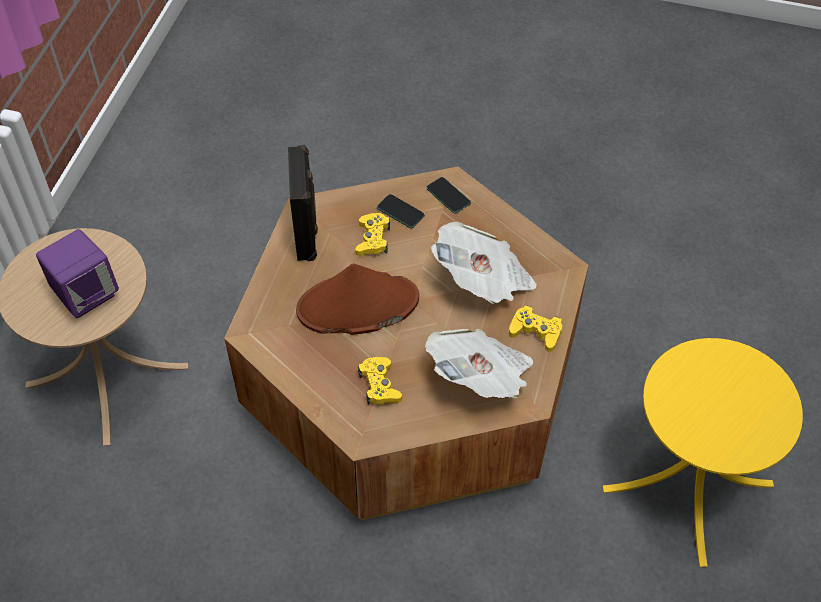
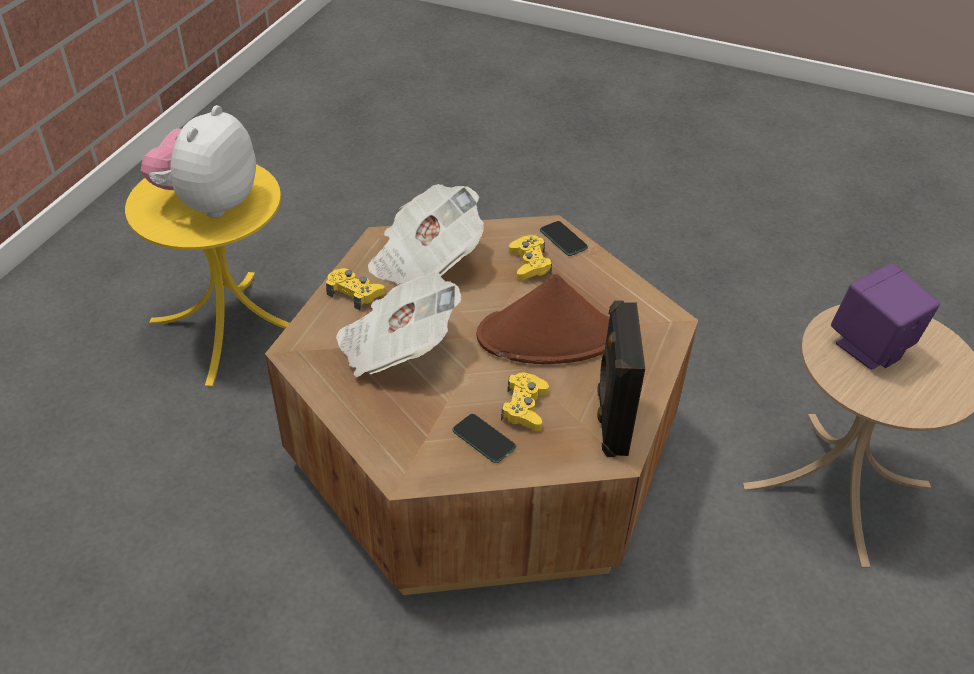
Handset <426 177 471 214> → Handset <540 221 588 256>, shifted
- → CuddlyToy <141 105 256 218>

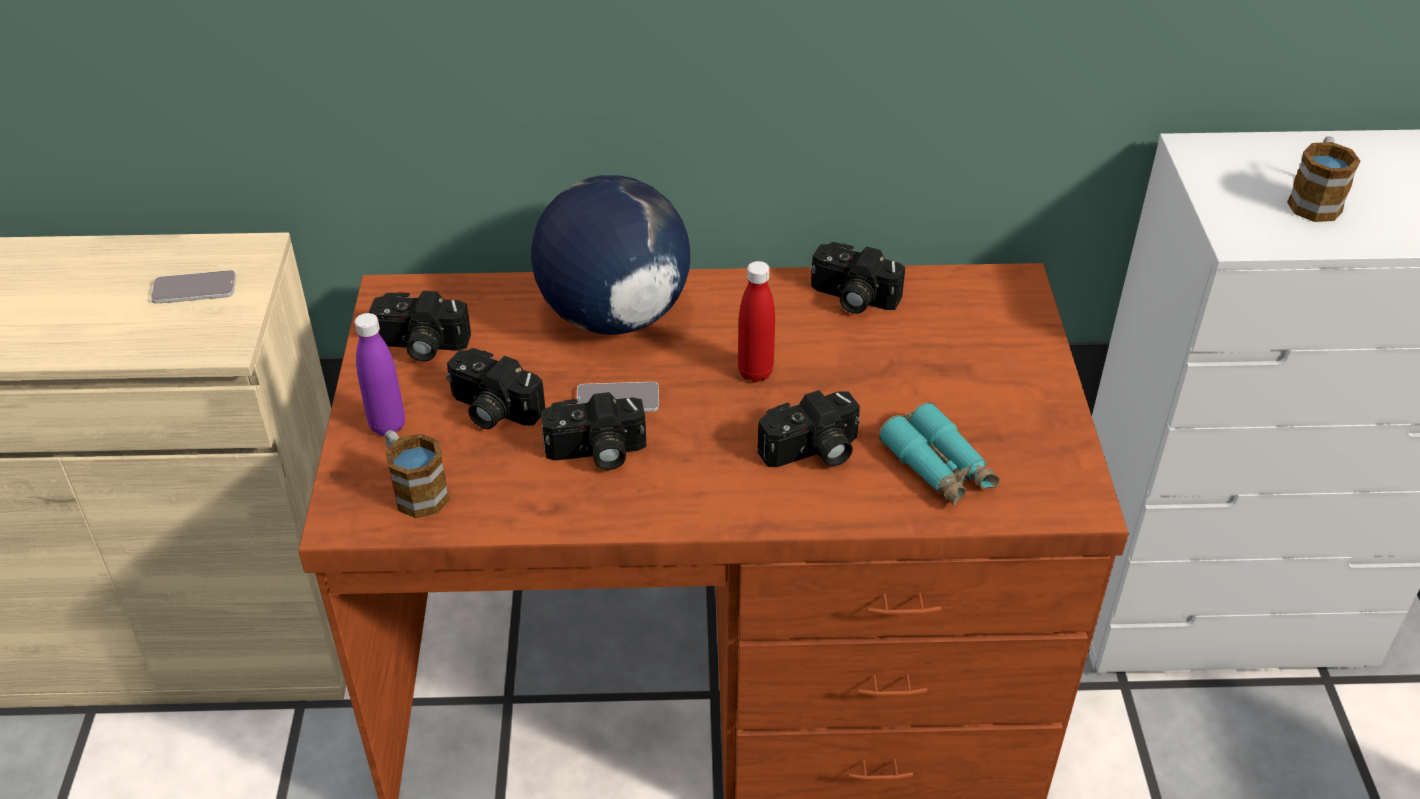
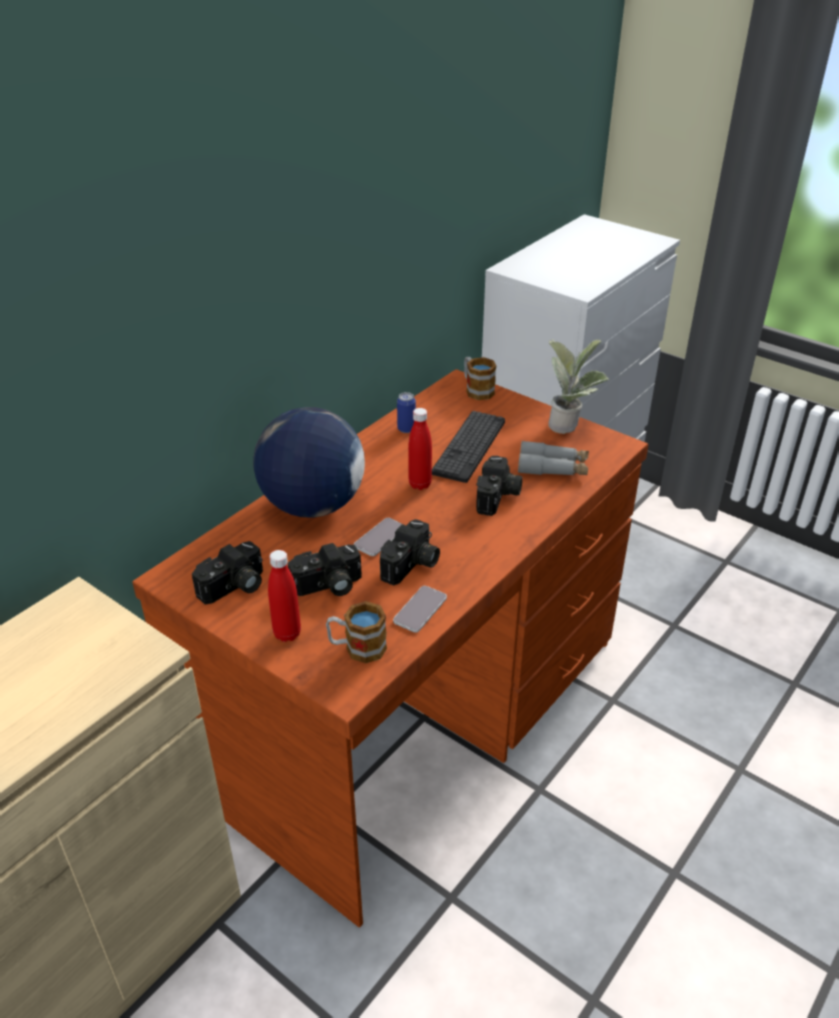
TeaMug <1287 137 1361 222> → TeaMug <464 357 496 400>, shifted
StillCamera <811 242 905 314> → MetalCan <397 392 416 433>
Handset <151 270 236 304> → Handset <393 586 447 633>, shifted
PurpleColouredBeverageBottle <354 313 405 436> → RedBeverageBottle <268 550 301 642>
BlueGreenBinoculars <879 403 1000 506> → GreyishBinoculars <518 441 589 475>
- → PlantInAPot <548 338 609 434>
- → PcKeyboard <432 411 505 483>

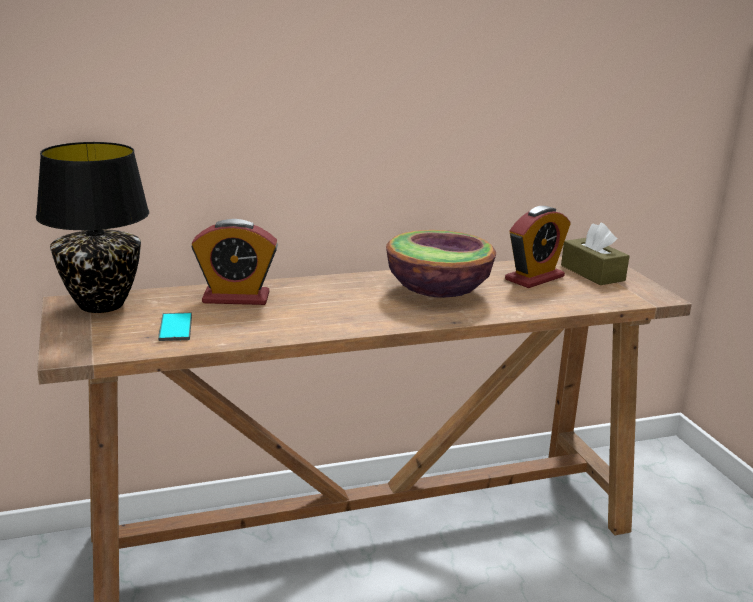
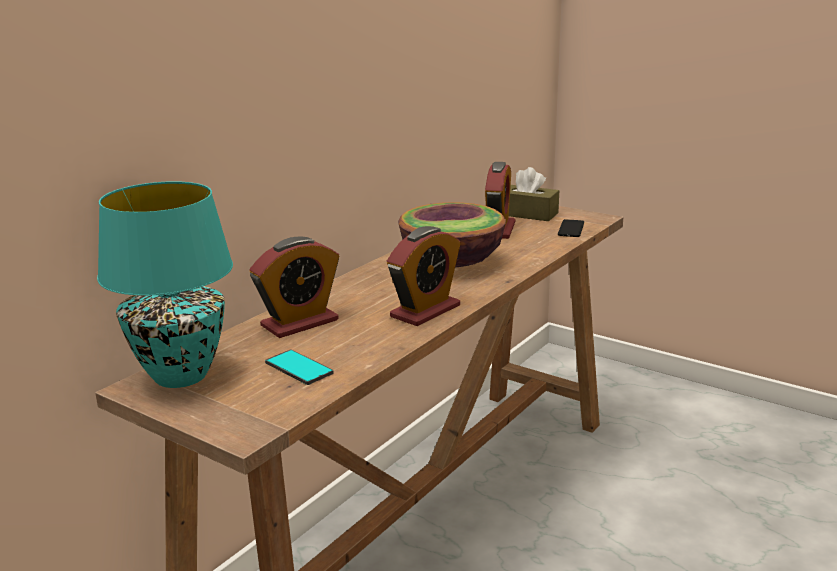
BlackishTabletopLamp <36 142 149 313> → BlueGreenTabletopLamp <97 181 233 388>
- → Handset <558 219 584 237>
- → BedsideClock <387 226 461 326>

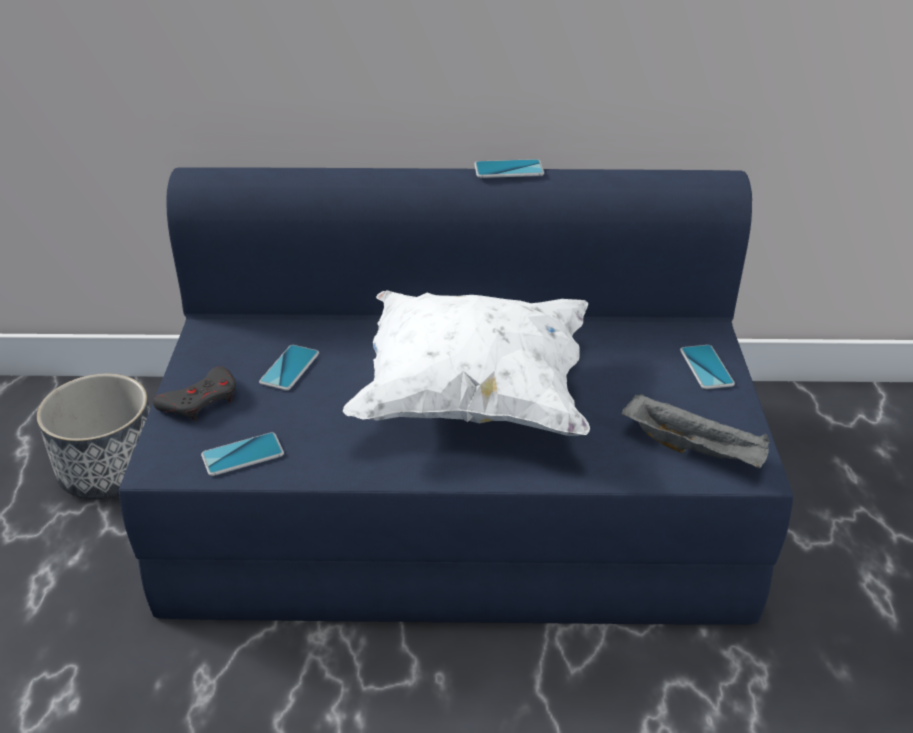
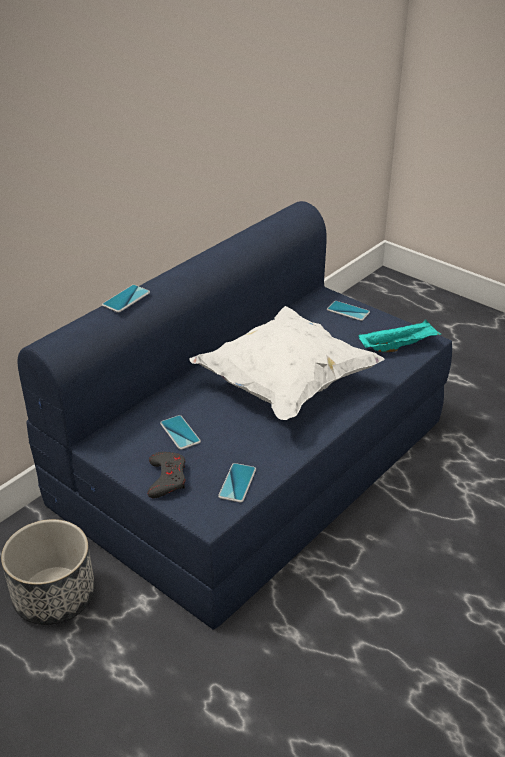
Handset <474 159 544 178> → Handset <102 285 150 313>, shifted
GreyishServingTray <622 393 770 468> → BlueGreenServingTray <358 320 441 352>

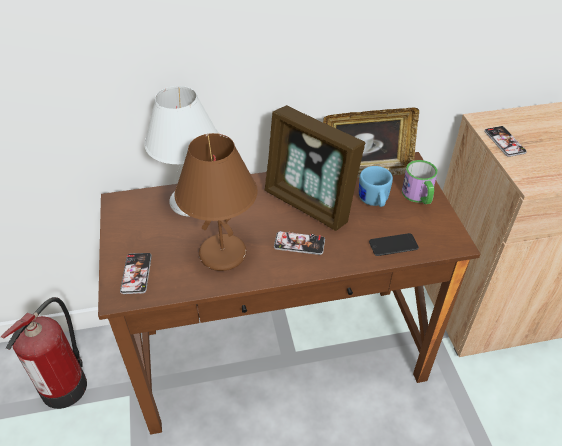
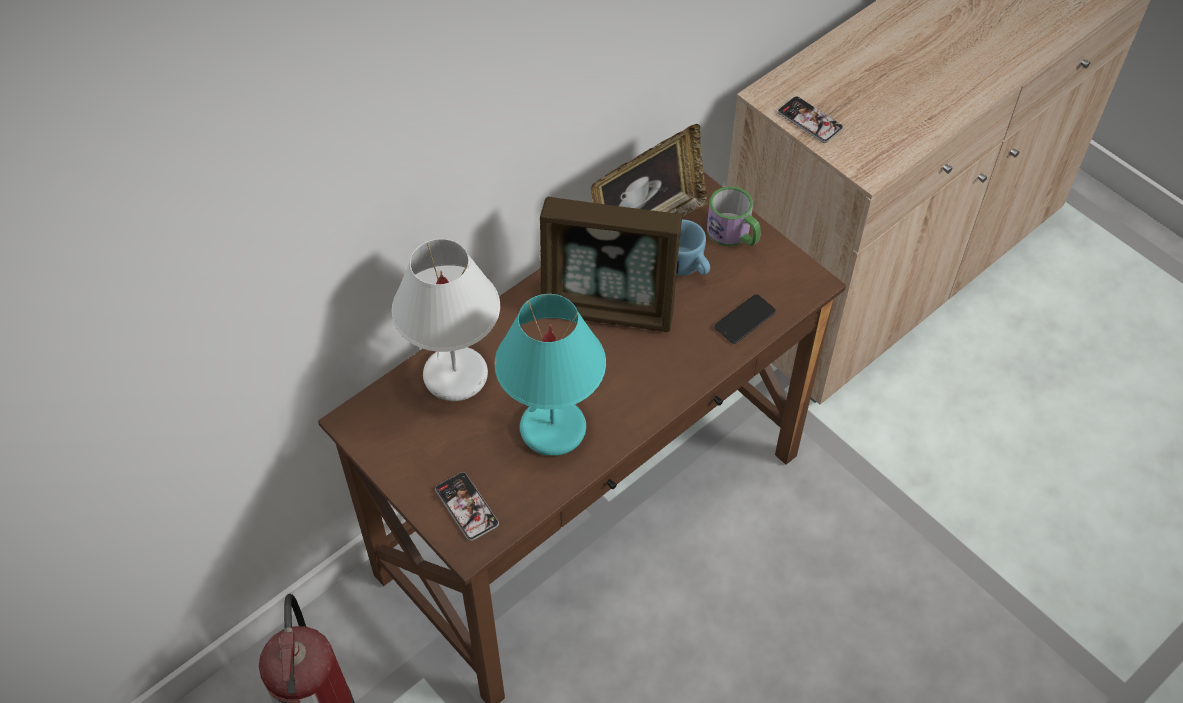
BrownTabletopLamp <175 133 258 271> → BlueGreenTabletopLamp <494 294 606 456>
Handset <274 231 325 255> → -

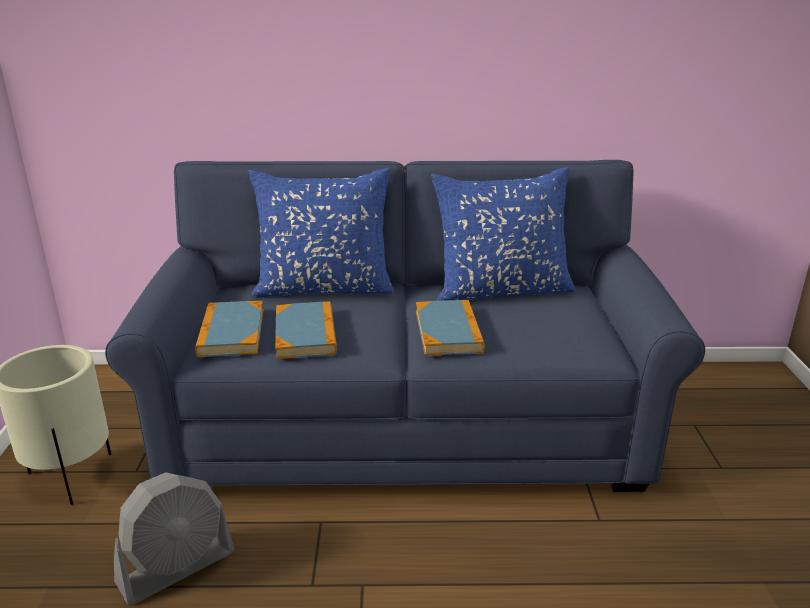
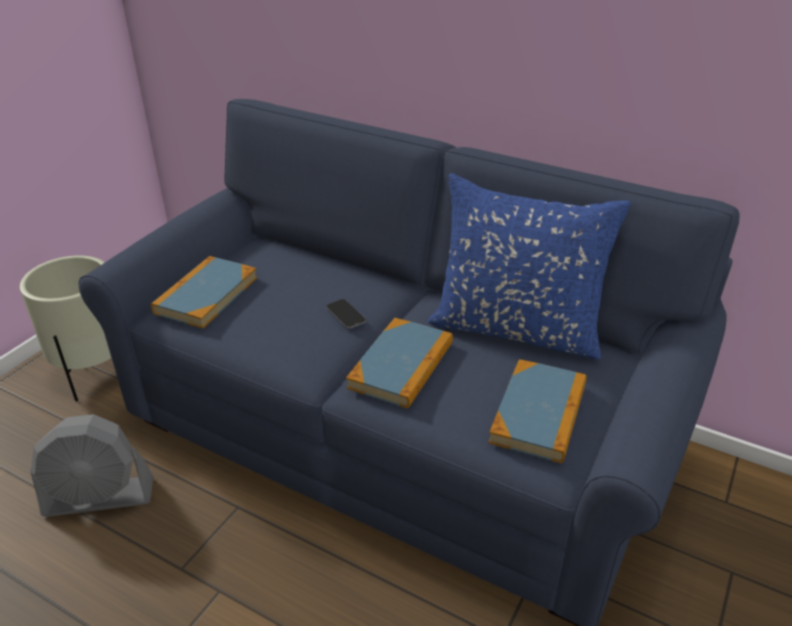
BlueColouredPillow <248 168 394 297> → -
Book <275 301 337 359> → Book <488 359 587 463>, shifted
- → Handset <326 299 366 329>

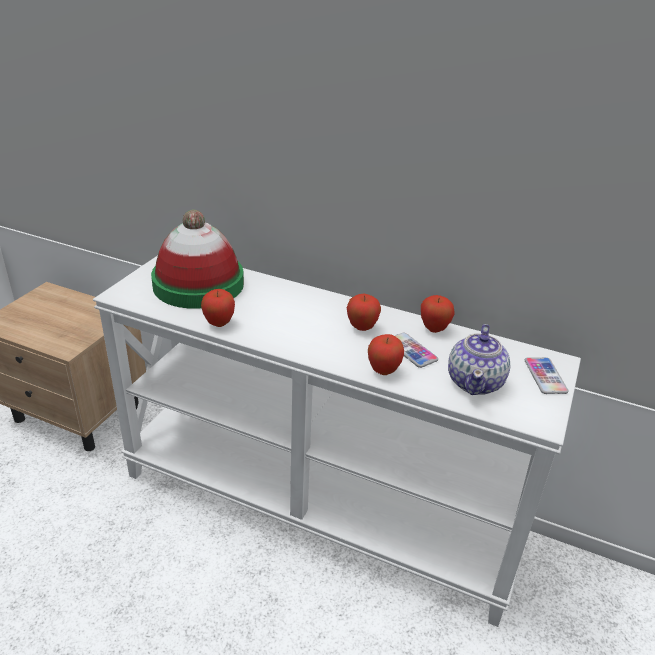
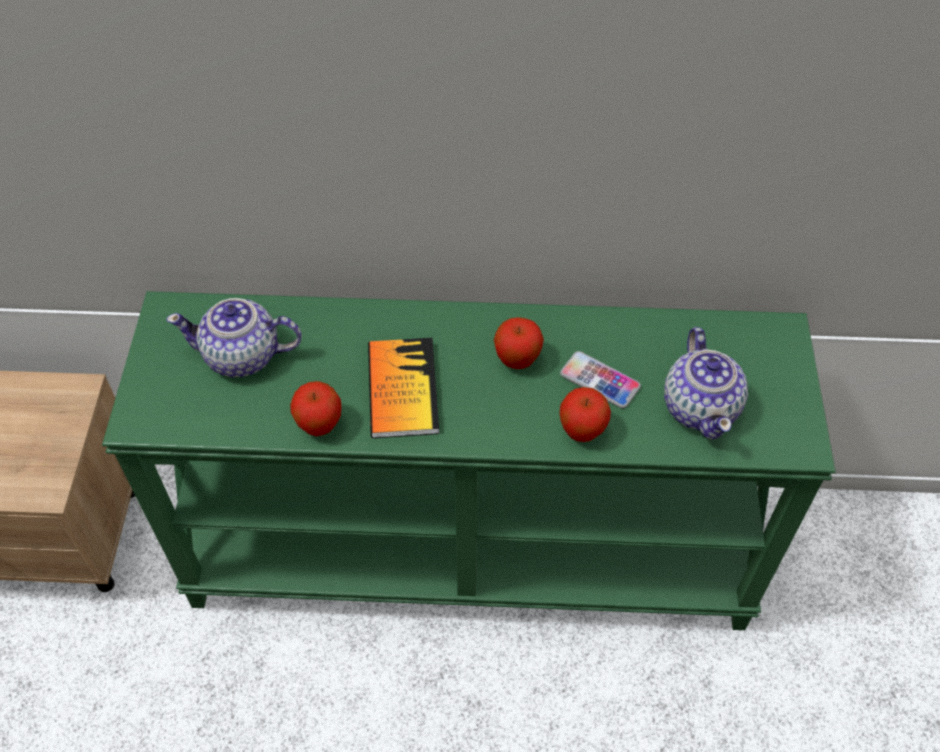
WearableHat <151 210 244 309> → PotForTea <166 298 302 377>
WhiteColouredHallTable <93 255 581 627> → GreenishHallTable <102 291 836 630>
AppleFruit <421 295 455 333> → -
Handset <525 357 568 394> → -
- → Book <368 338 439 438>

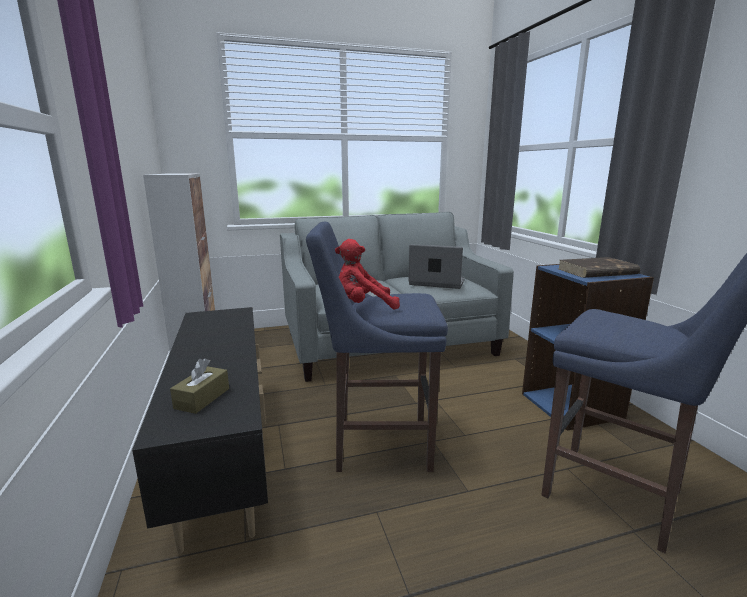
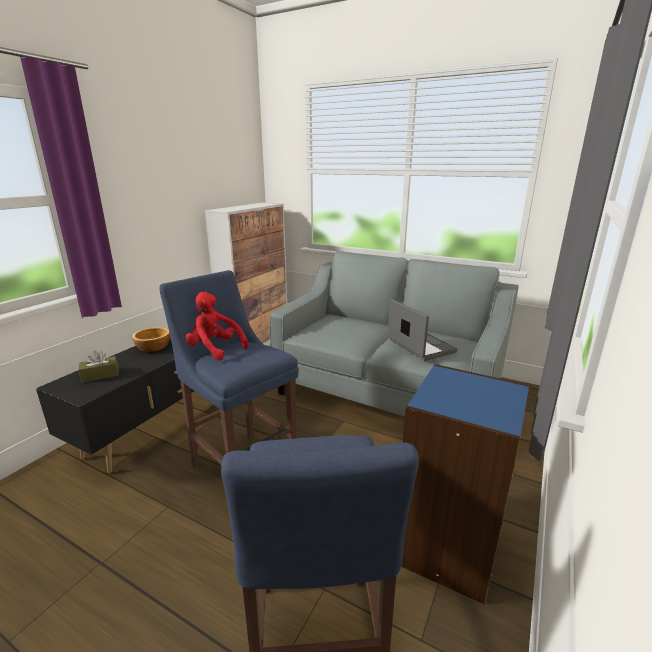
BrownBook <559 257 640 278> → -
- → ServingBowl <132 327 170 352>

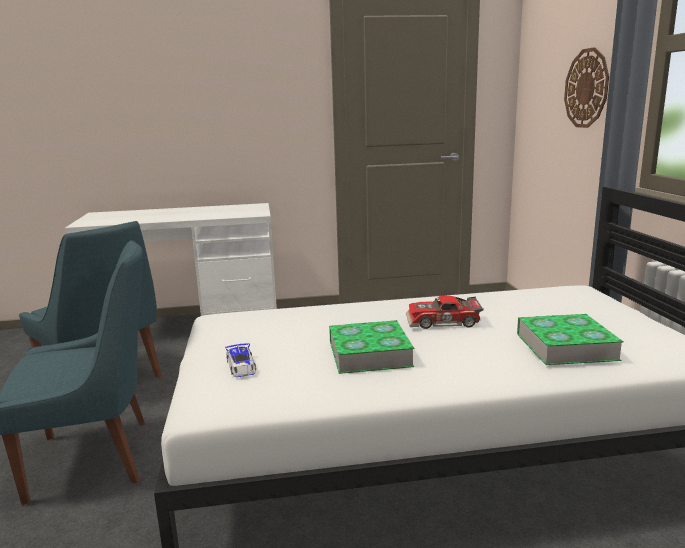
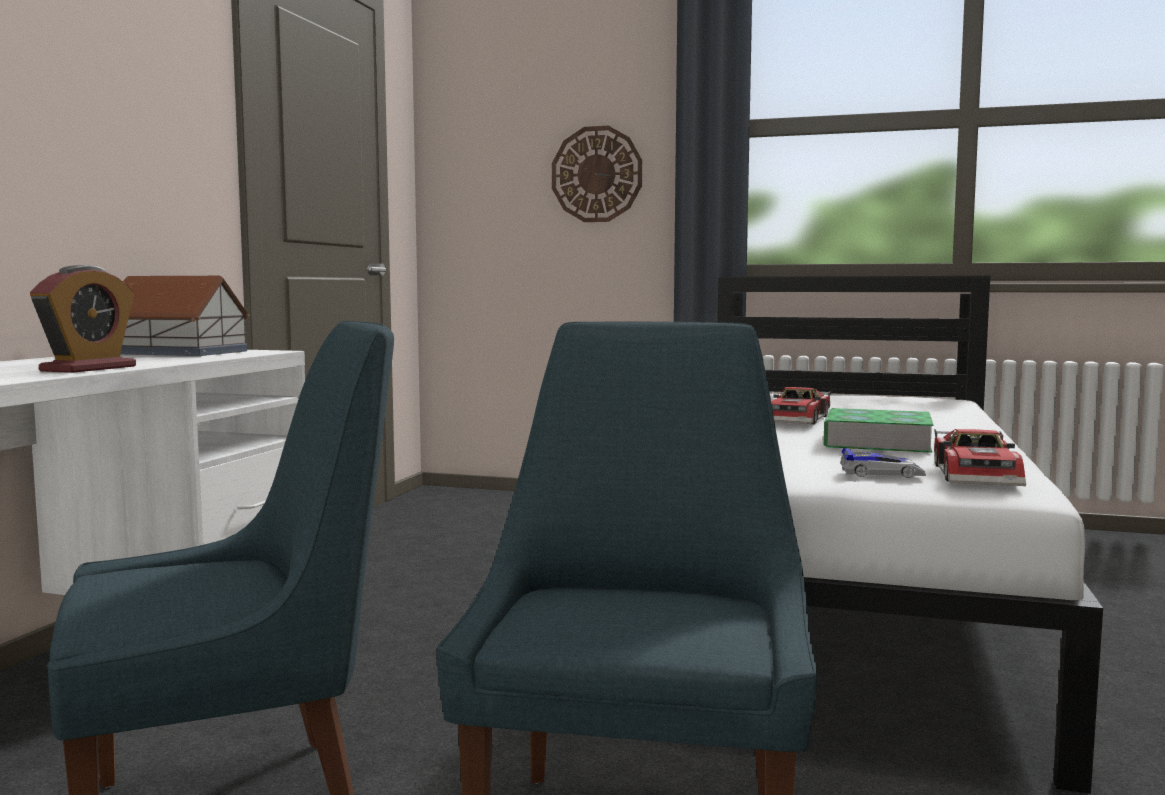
Book <517 314 624 365> → -
- → BedsideClock <30 265 136 373>
- → ModelHouse <120 276 250 356>
- → MiniatureCar <934 429 1026 486>

